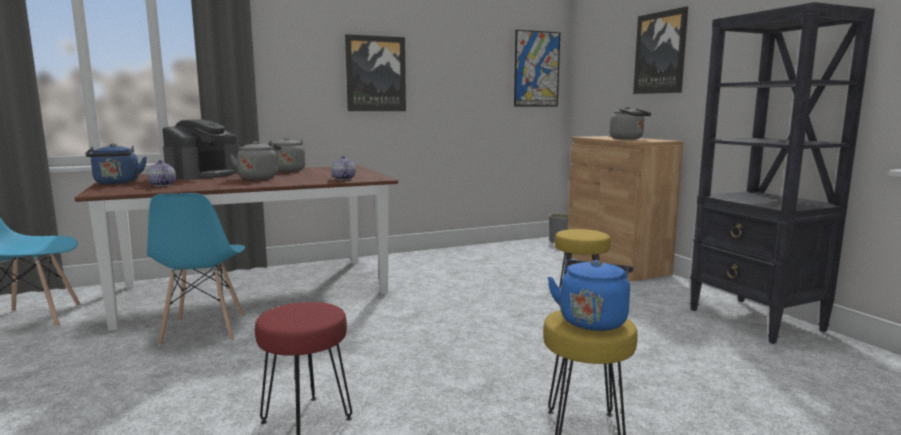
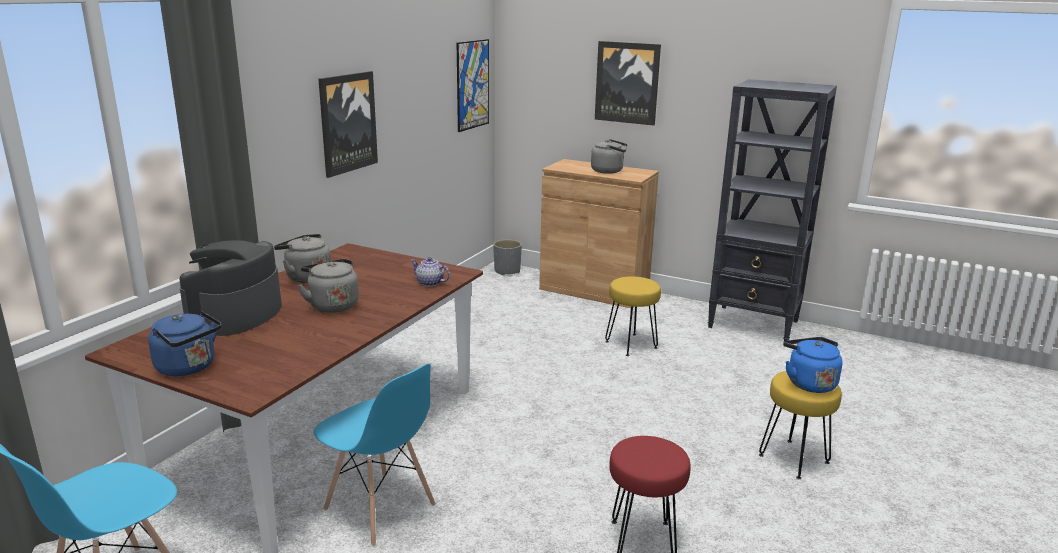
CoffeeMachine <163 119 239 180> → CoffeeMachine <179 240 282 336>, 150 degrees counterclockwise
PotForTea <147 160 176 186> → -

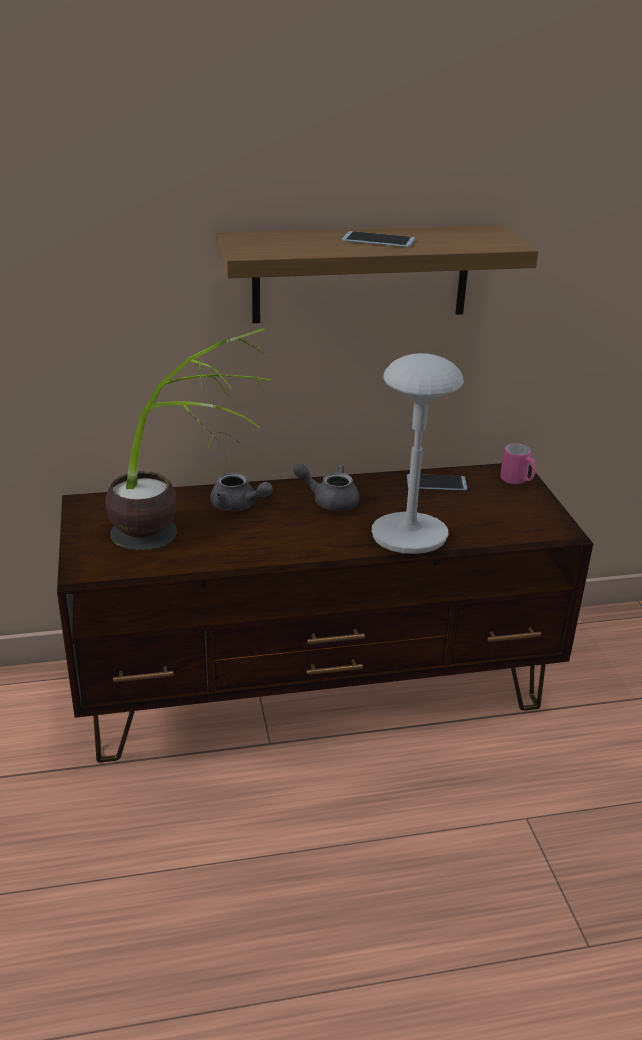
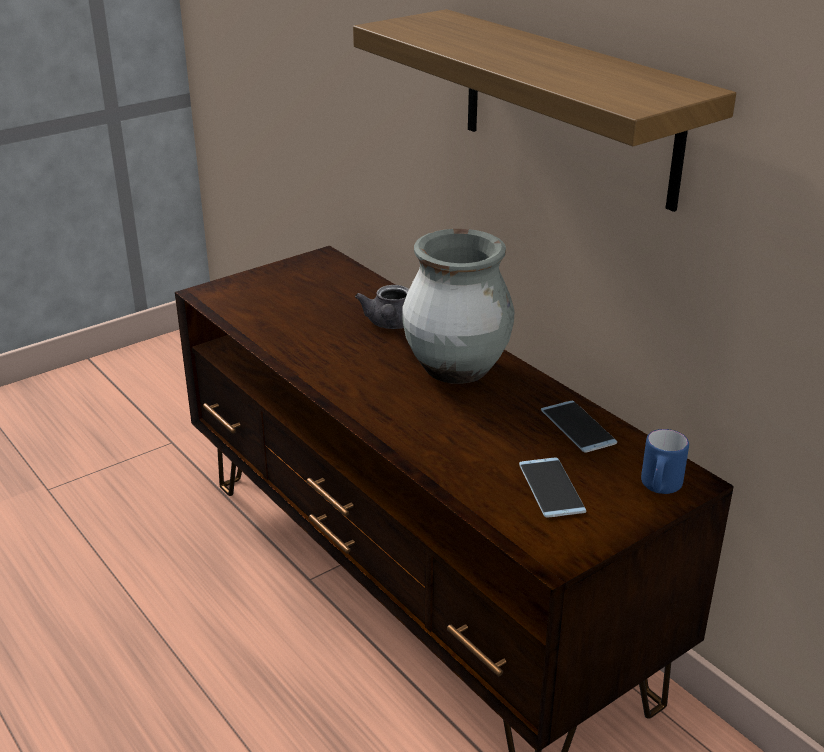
Handset <342 231 415 247> → Handset <519 458 586 518>, shifted
PlantInAPot <106 327 271 550> → -
GreyishTabletopLamp <372 353 464 554> → -
PinkTeaMug <500 443 536 484> → BlueColouredTeaMug <641 429 689 494>
GreyishPotForTea <293 464 360 511> → GreyishFlowerVase <402 229 515 384>

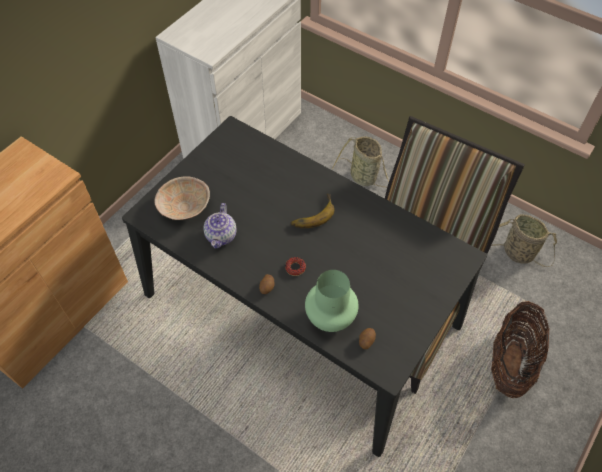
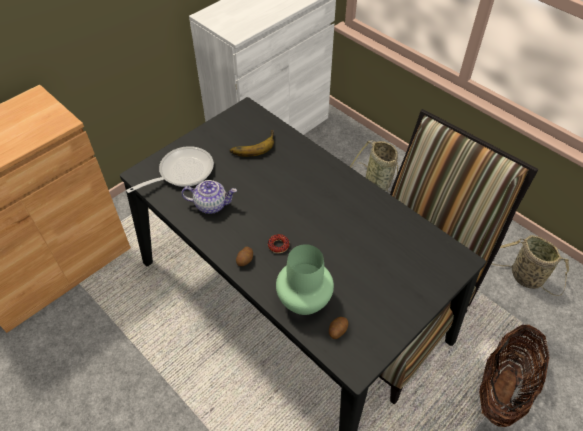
SandColouredServingBowl <154 176 210 220> → Pan <126 146 214 193>
BananaFruit <290 194 335 228> → BananaFruit <230 130 274 157>, shifted
PotForTea <203 203 236 249> → PotForTea <181 180 237 214>, 105 degrees counterclockwise

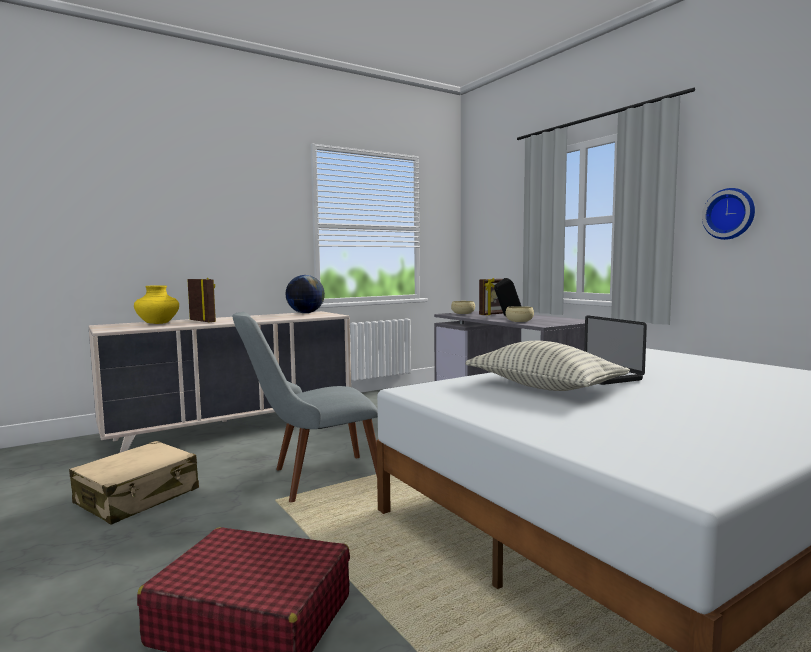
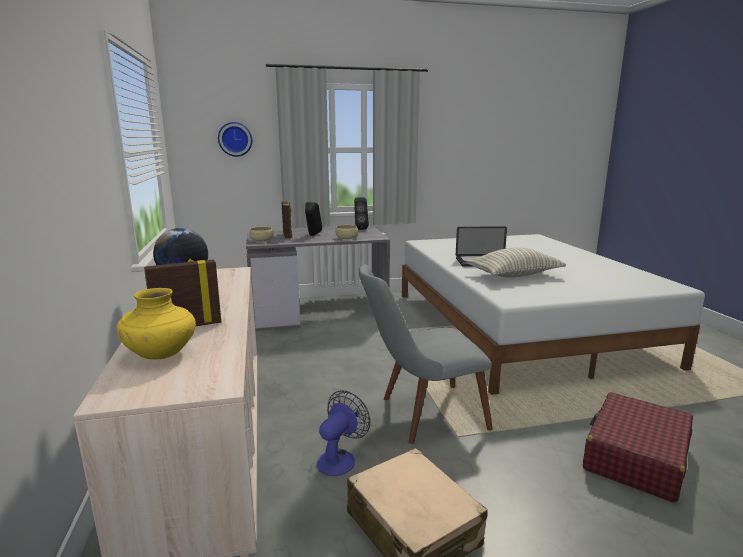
ClockOnTheWall <702 188 755 240> → ClockOnTheWall <218 122 252 157>, shifted
GreyishUprightChair <233 312 378 502> → GreyishUprightChair <359 264 493 444>, 75 degrees clockwise
- → BlackishAudioSpeaker <354 197 369 230>
- → Fan <317 390 370 476>

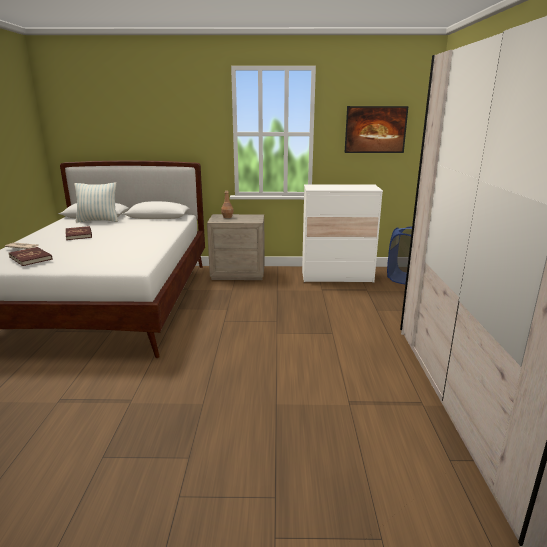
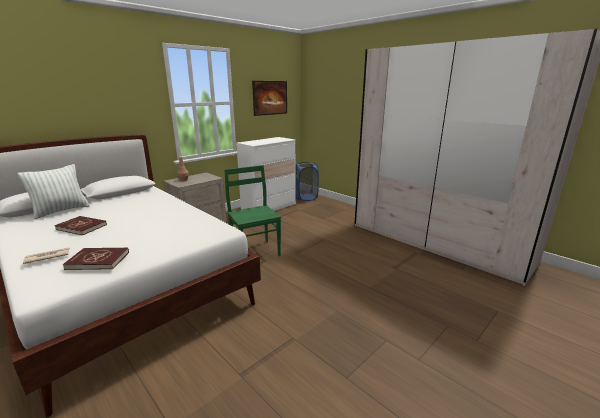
- → GreenishUprightChair <225 165 281 256>

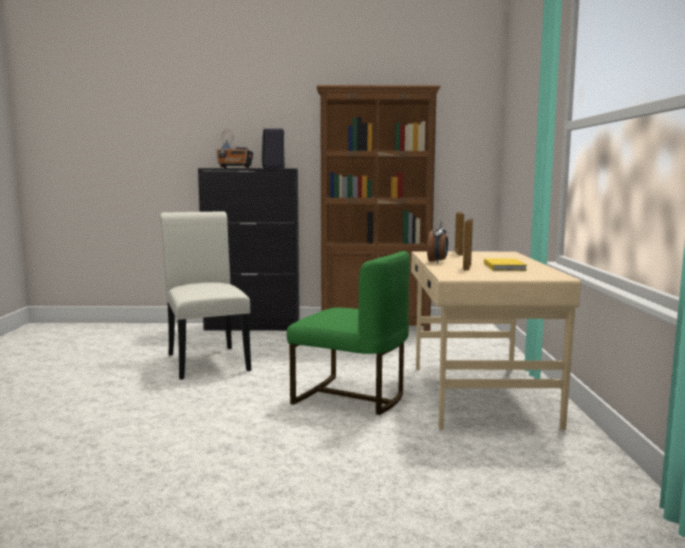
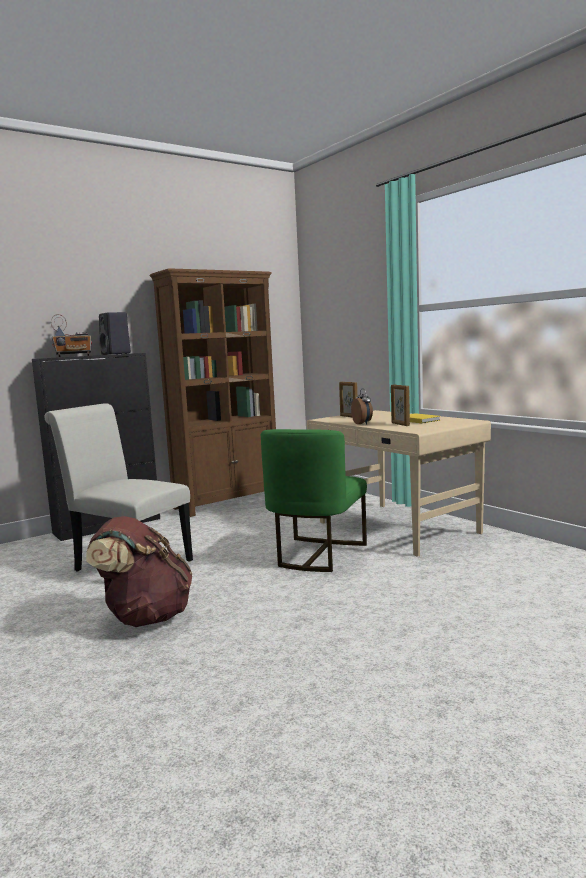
GreenishUprightChair <287 251 410 415> → GreenishUprightChair <261 429 367 572>, 120 degrees clockwise
- → BrownBackpack <86 516 192 627>

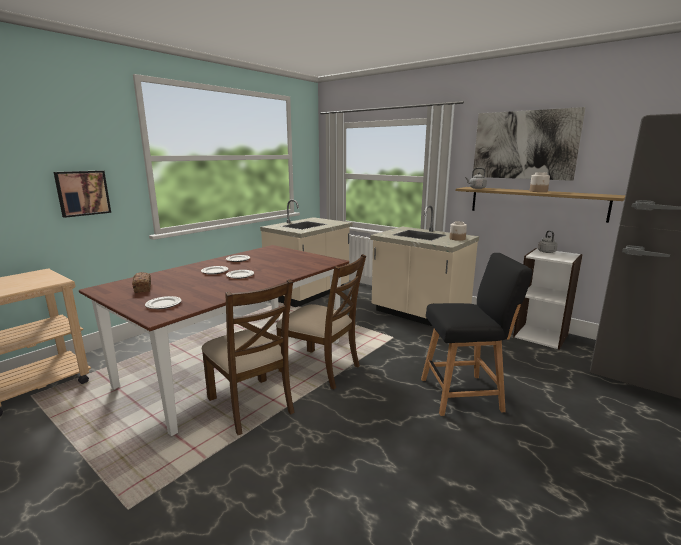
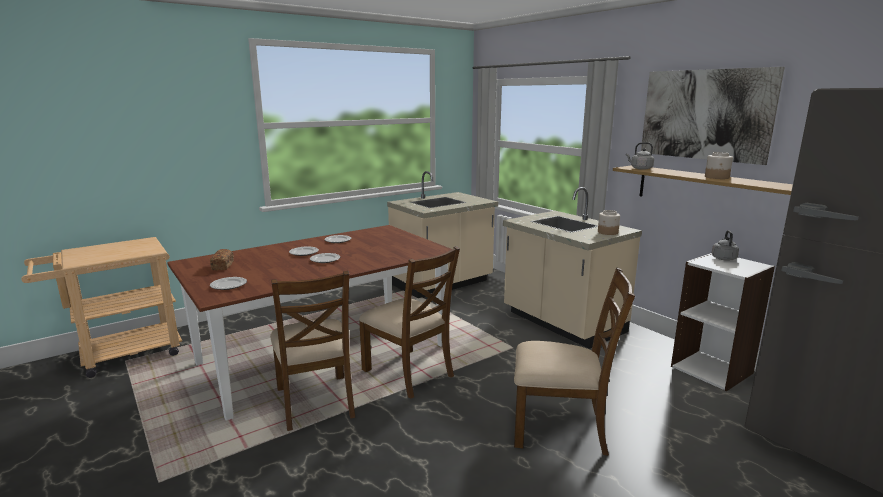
WallPicture <54 170 111 218> → -
BlackishSittingStool <421 253 532 416> → BrownUprightChair <514 267 635 456>

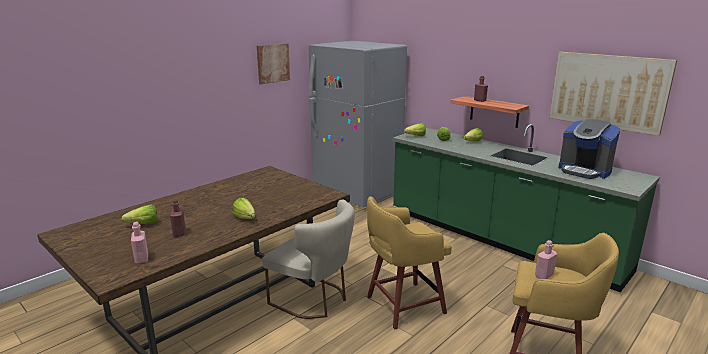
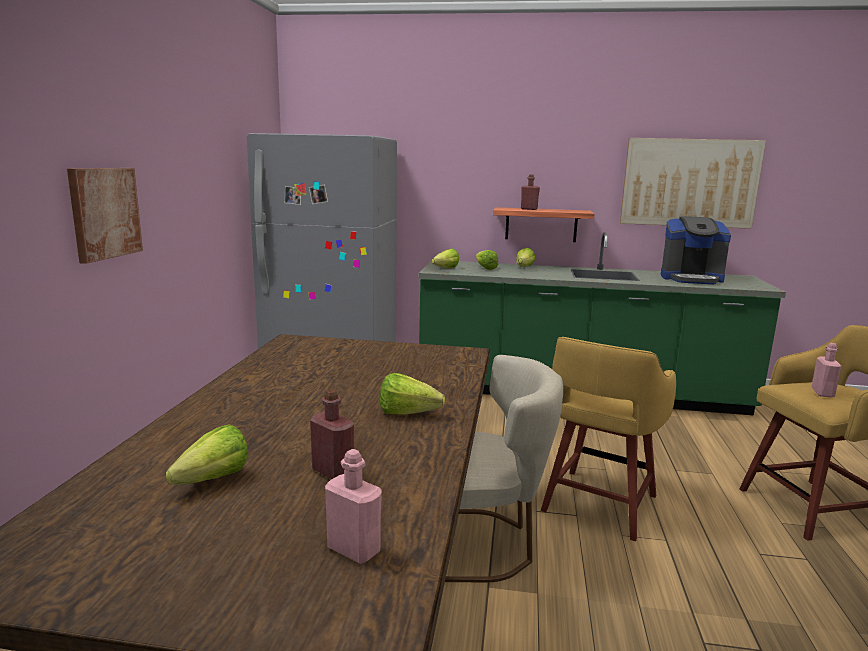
WallPicture <257 43 290 84> → WallPicture <67 168 143 264>, shifted

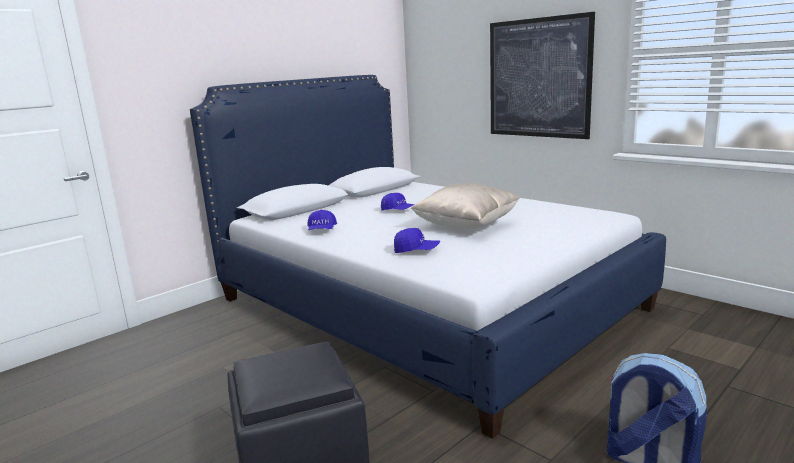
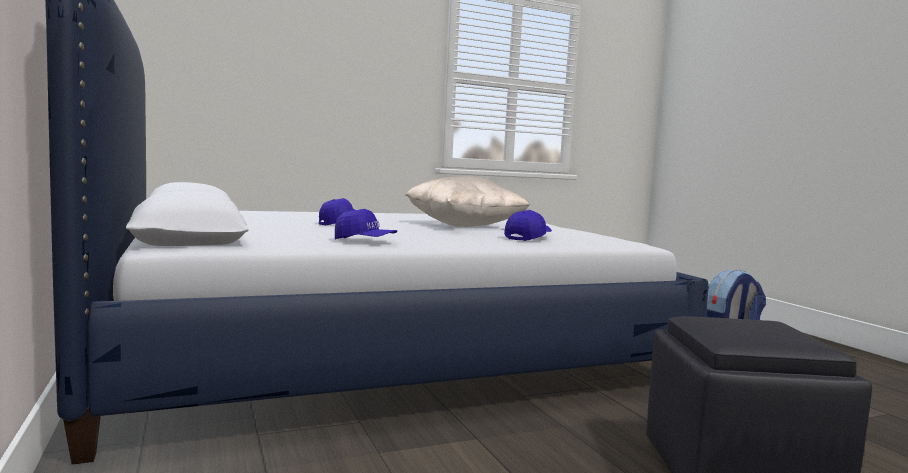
WallPicture <490 12 595 139> → -

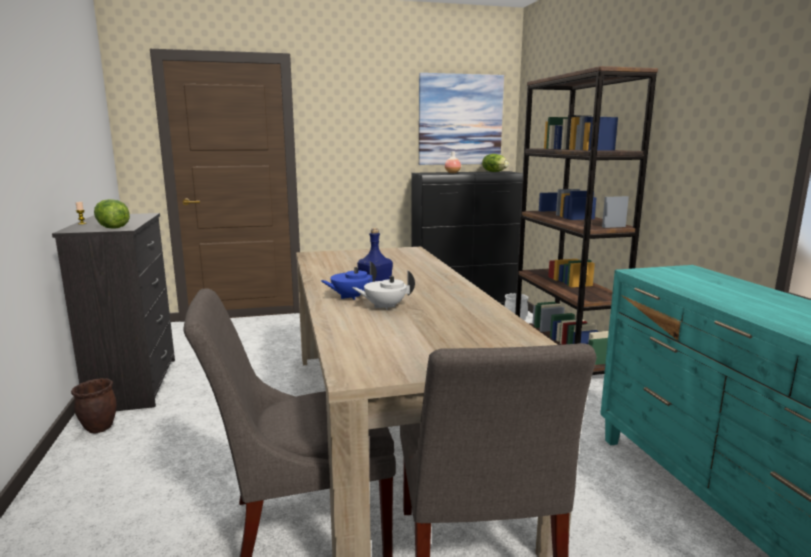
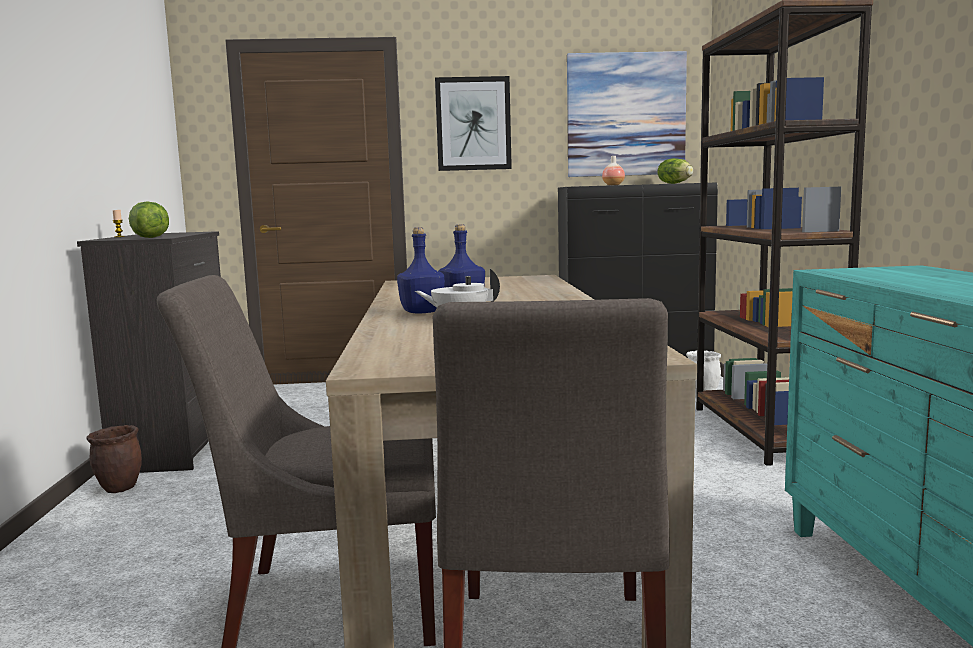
BlueColouredPotForTea <321 261 377 300> → BlueColouredBeverageBottle <397 227 445 313>
- → WallPicture <435 76 512 171>

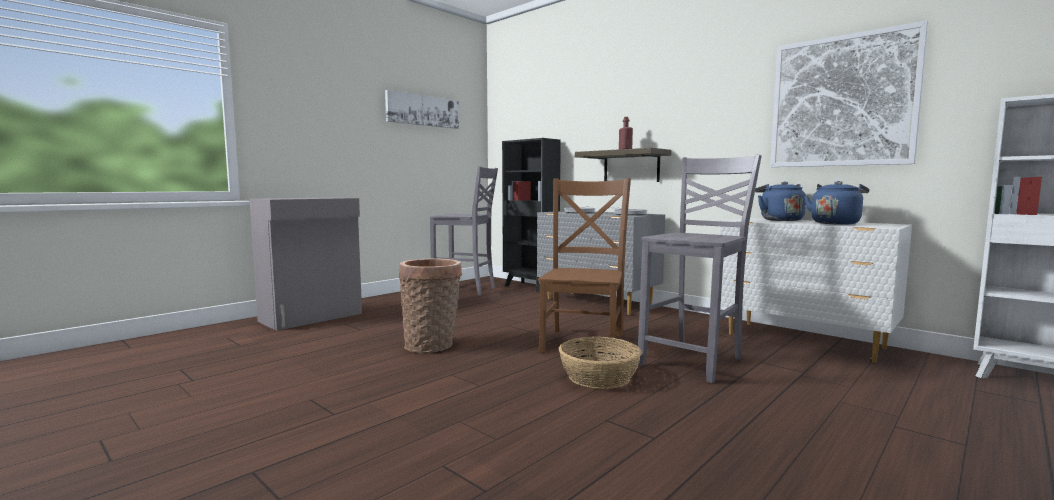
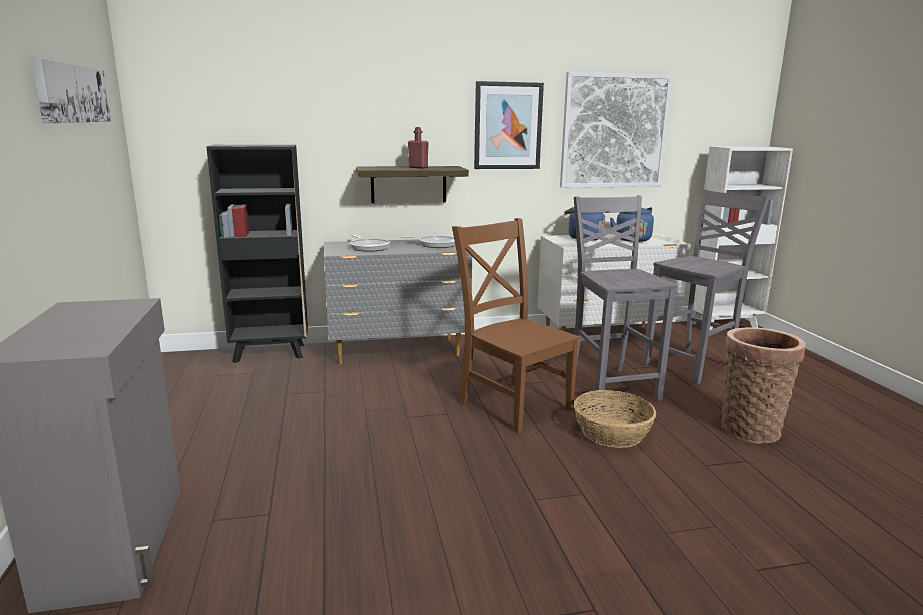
GreyishUprightChair <430 166 498 296> → GreyishUprightChair <642 189 770 385>, shifted
StorageBasket <399 259 462 353> → StorageBasket <721 327 806 444>, shifted
- → WallPicture <474 81 544 169>

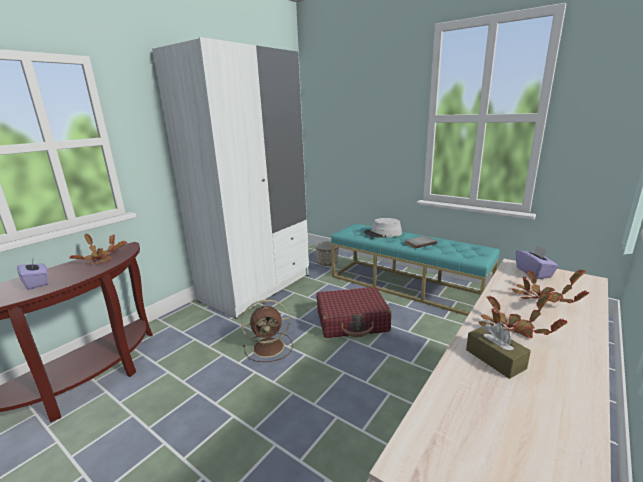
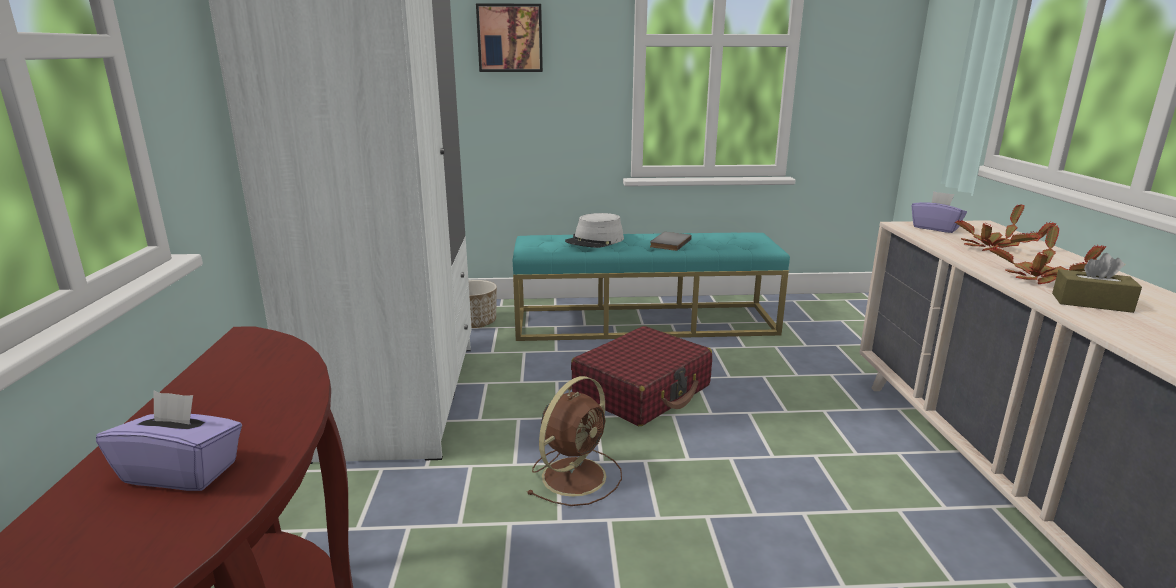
PlantInAPot <69 234 127 264> → -
- → WallPicture <476 3 543 72>

